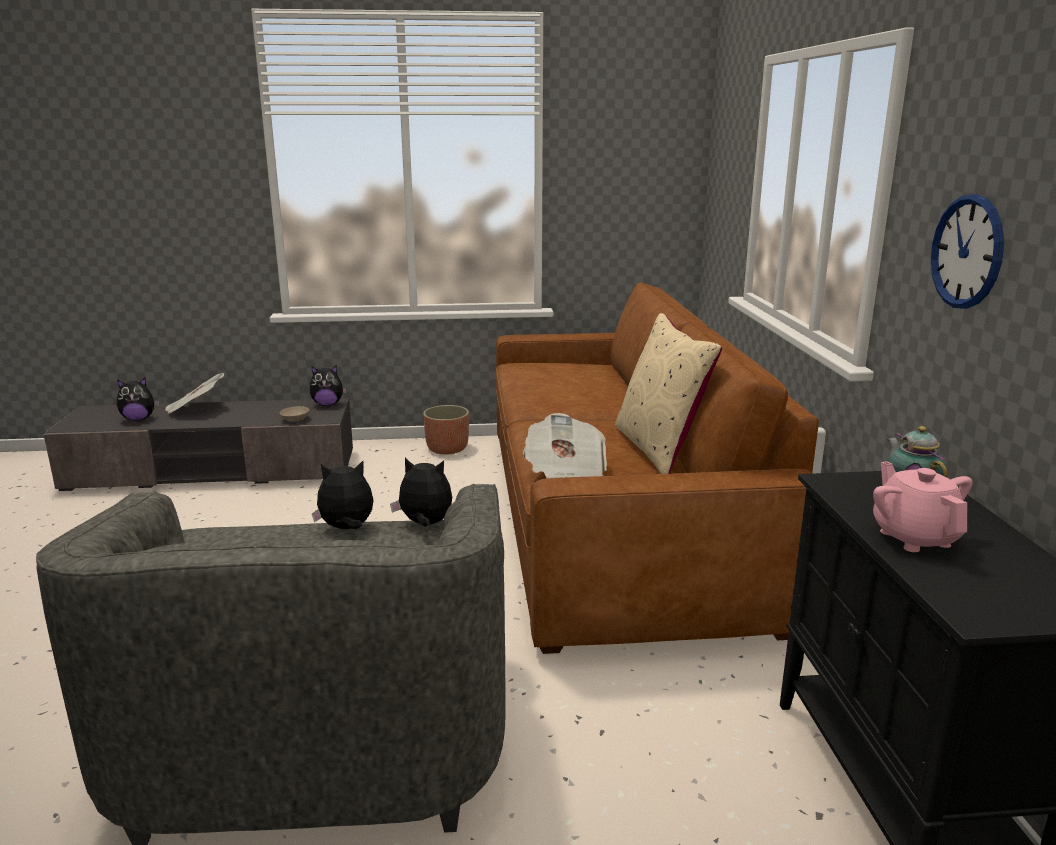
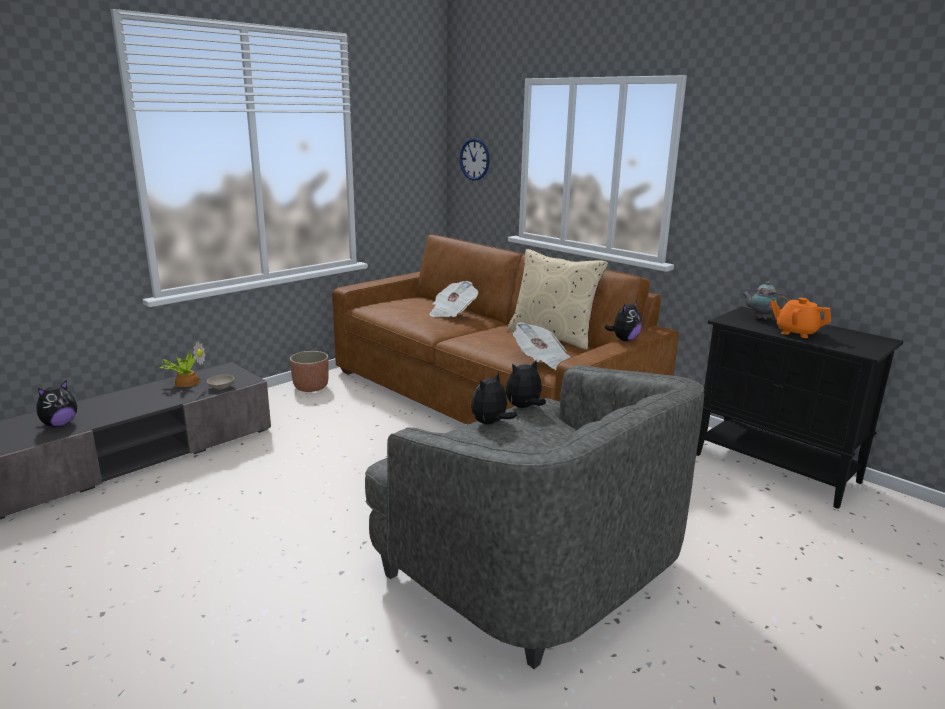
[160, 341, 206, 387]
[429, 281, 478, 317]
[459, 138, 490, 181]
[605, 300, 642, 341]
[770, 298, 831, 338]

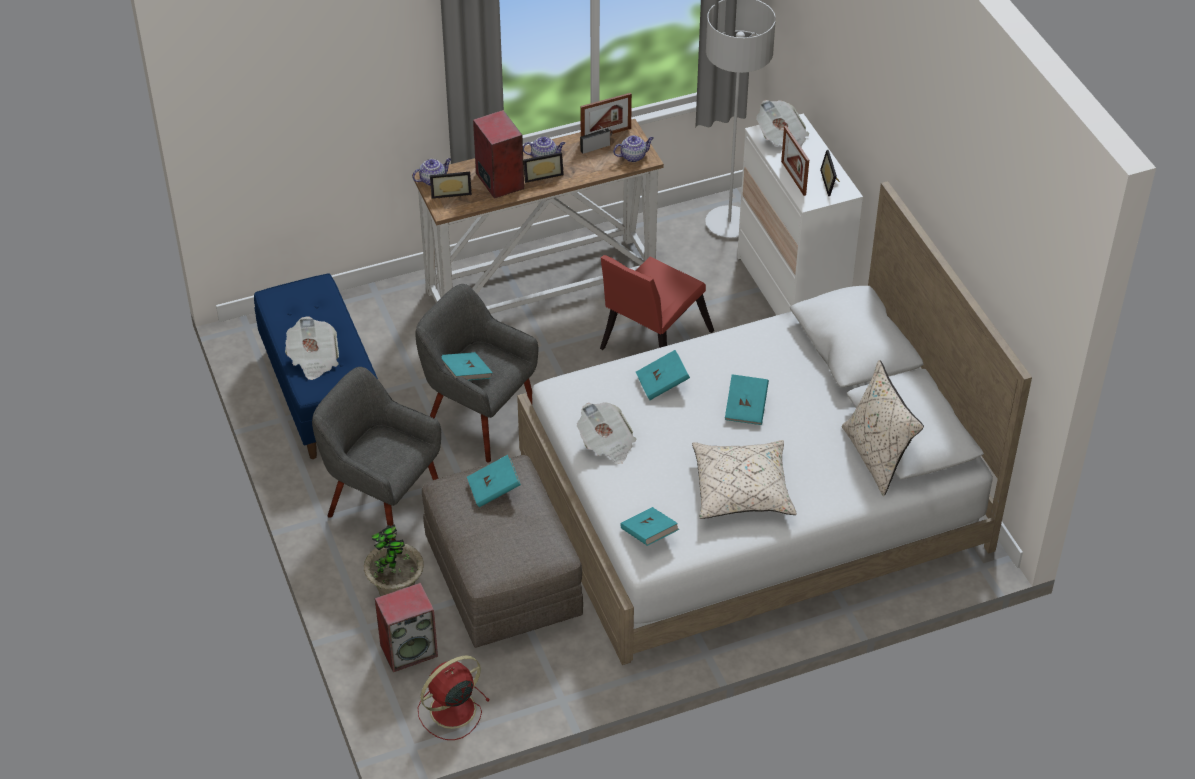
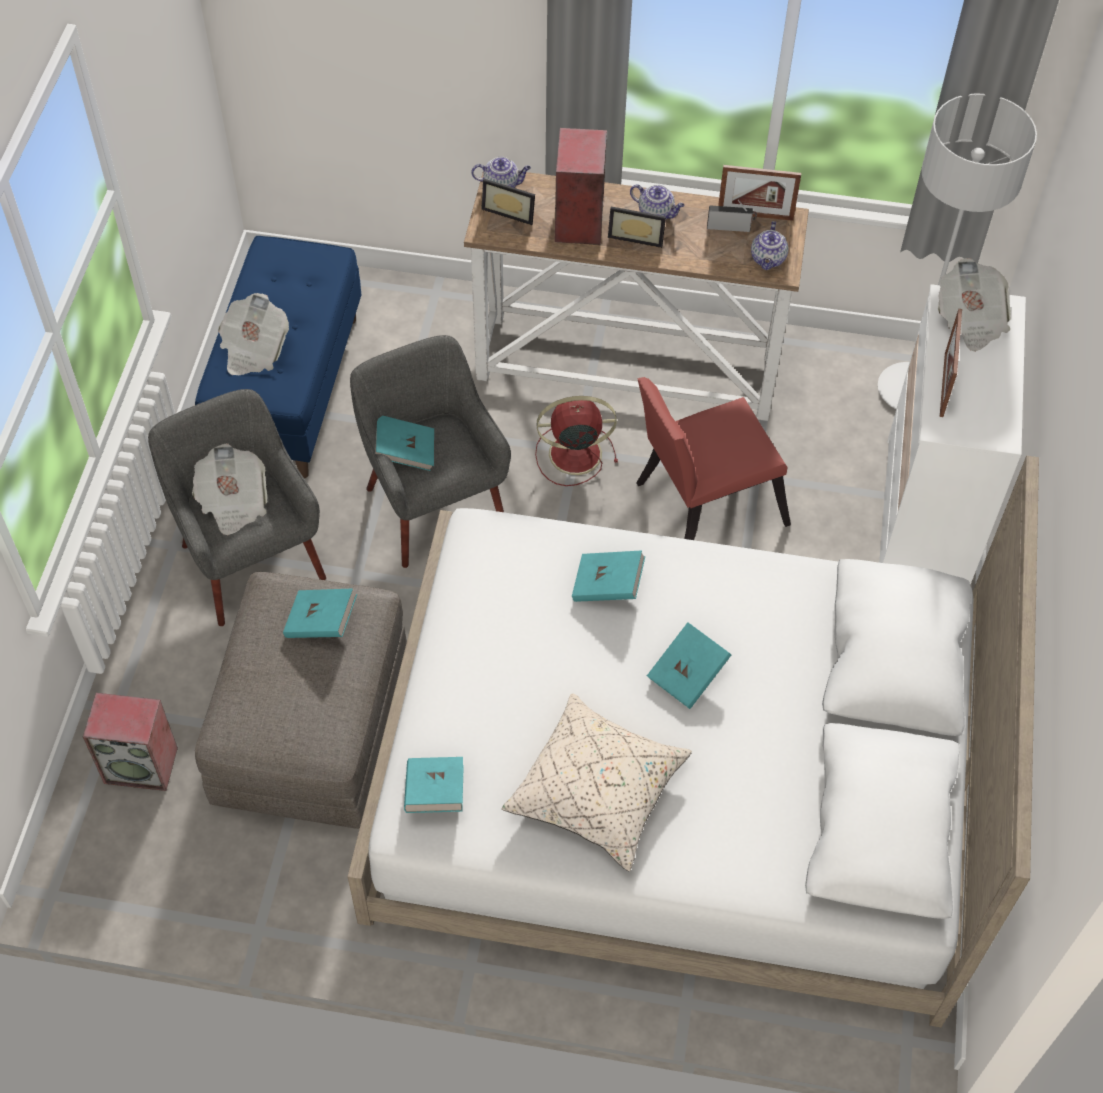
[192, 443, 267, 535]
[535, 396, 618, 486]
[751, 221, 788, 270]
[364, 524, 424, 596] (first image)
[820, 150, 840, 196] (first image)
[842, 360, 924, 496] (first image)

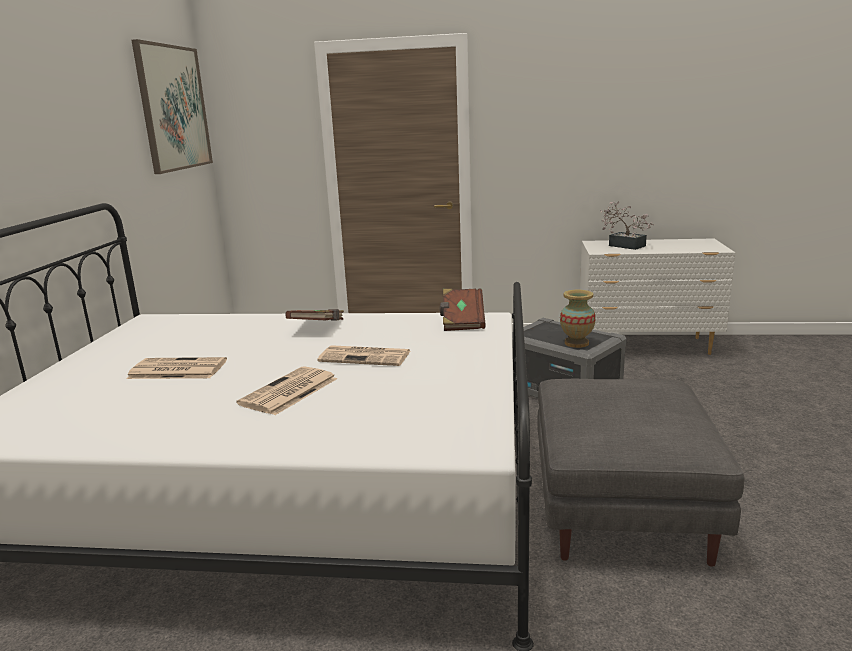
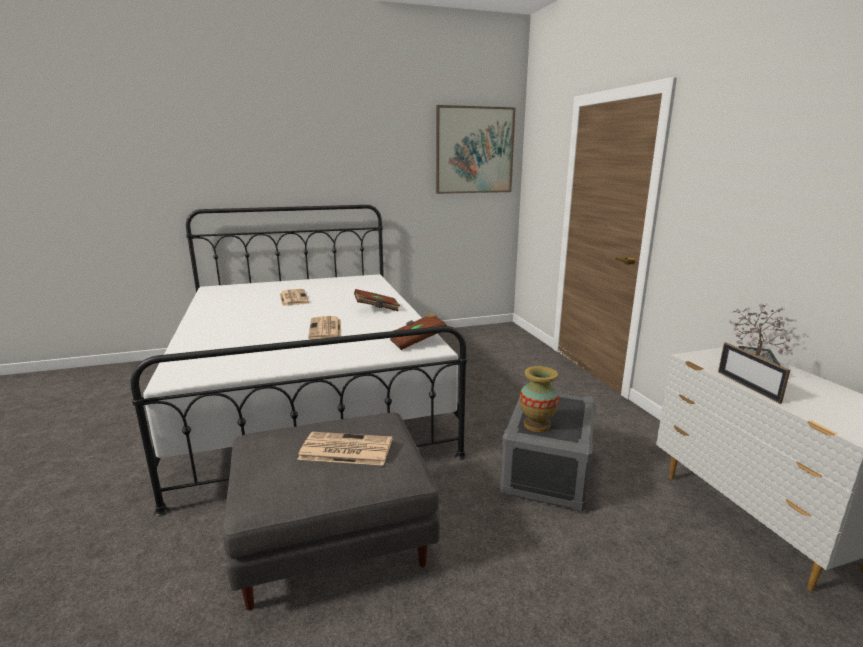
[297, 432, 392, 466]
[718, 342, 790, 404]

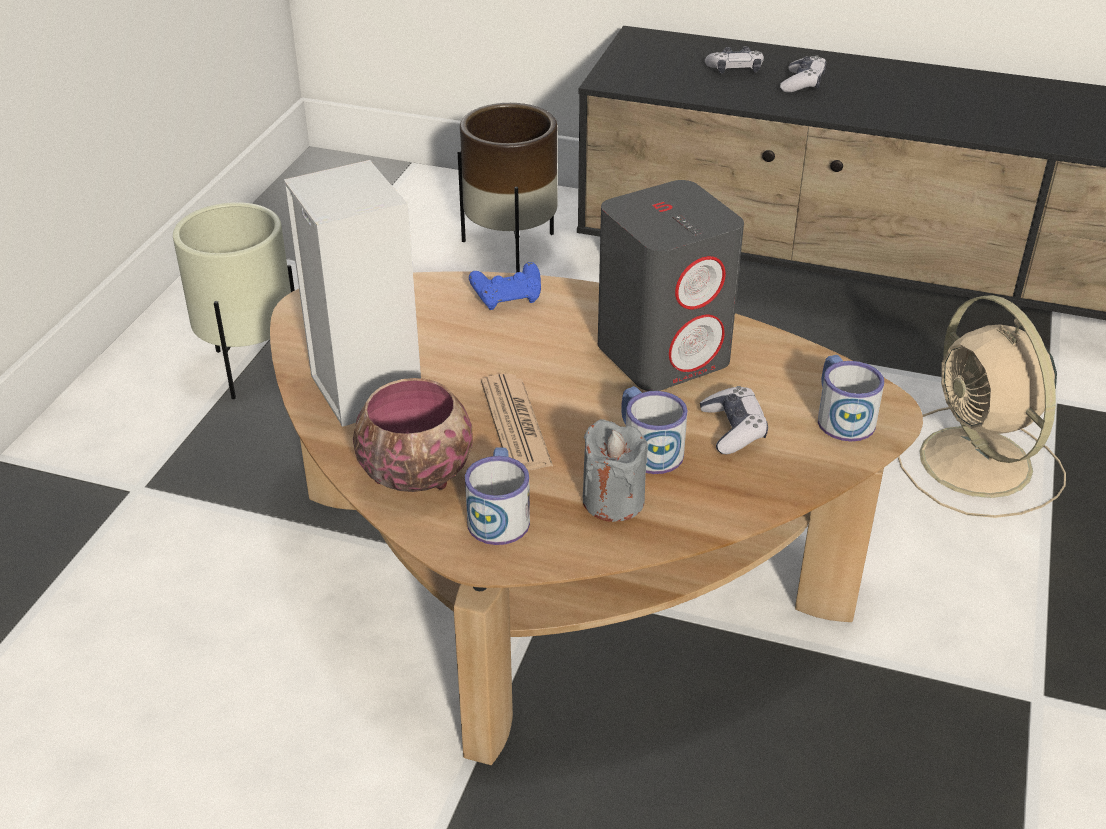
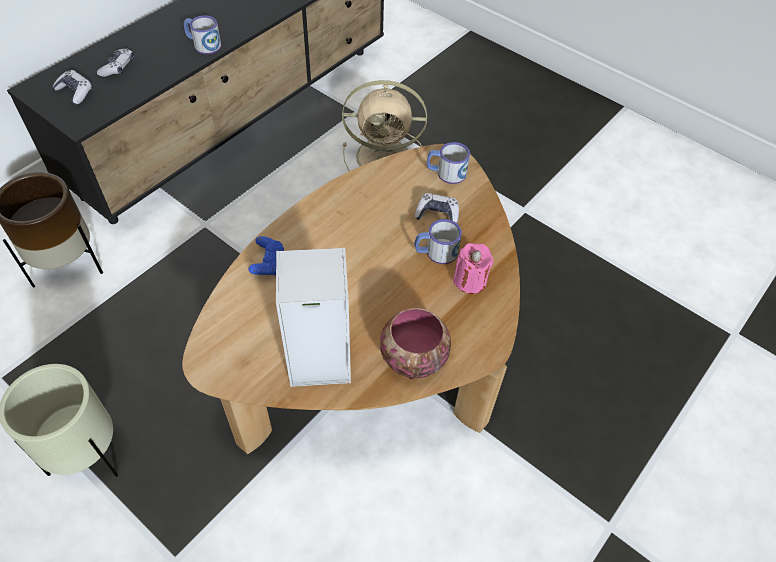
[52, 70, 92, 104]
[183, 16, 221, 54]
[453, 243, 493, 294]
[481, 374, 553, 471] (first image)
[598, 180, 744, 391] (first image)

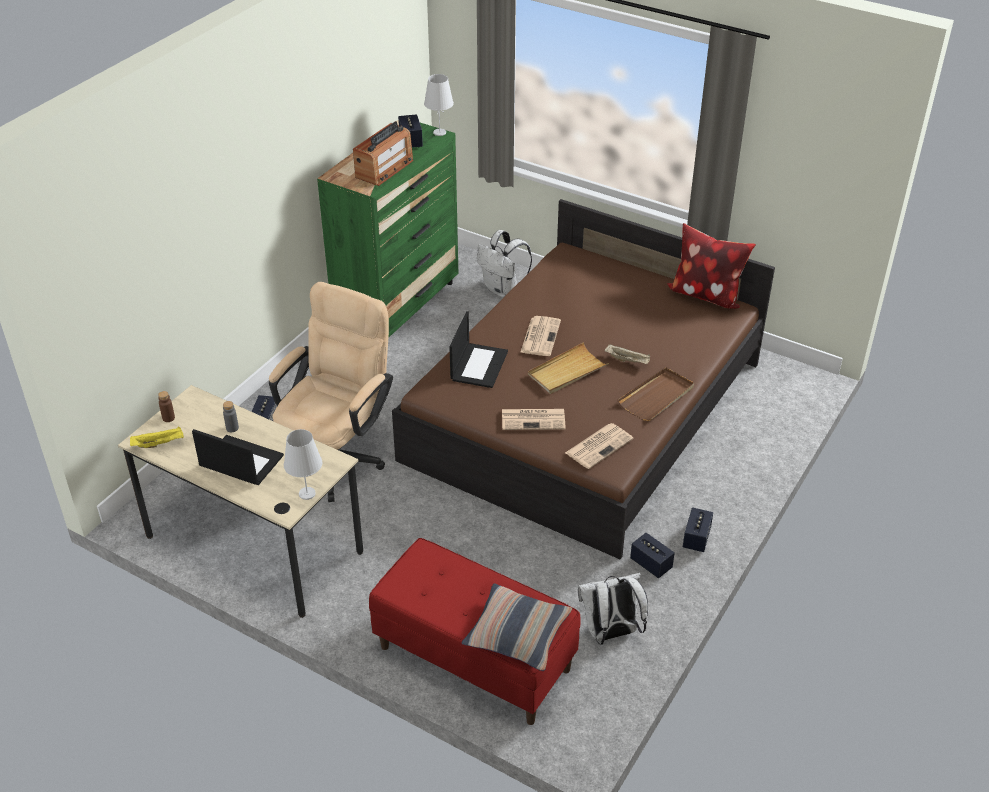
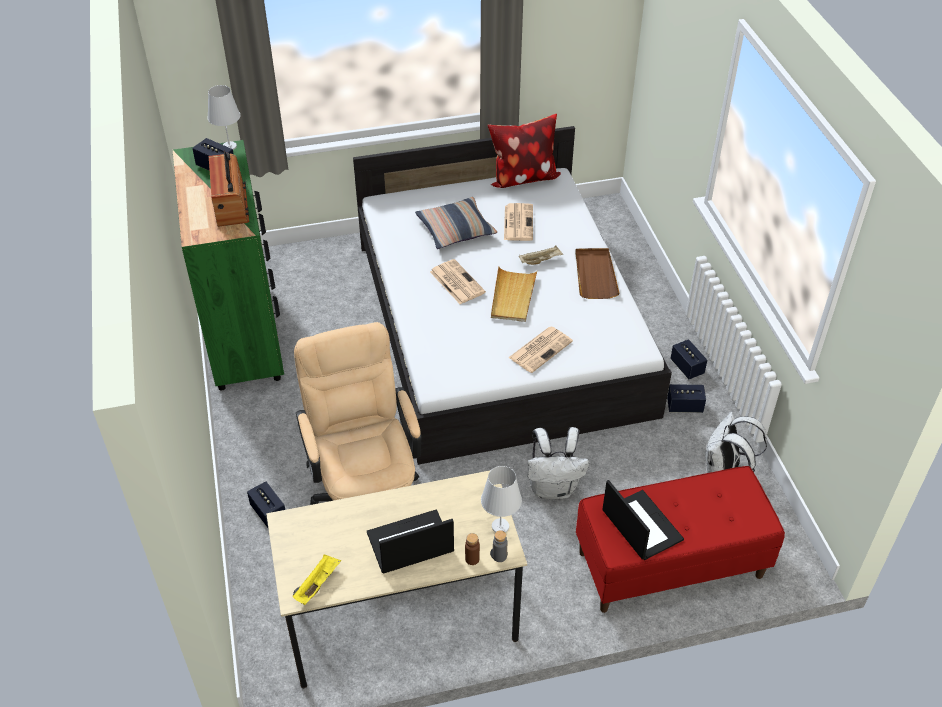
[353, 126, 672, 465]
[415, 197, 497, 249]
[465, 533, 480, 565]
[493, 530, 507, 562]
[504, 203, 533, 241]
[528, 427, 589, 499]
[602, 480, 684, 560]

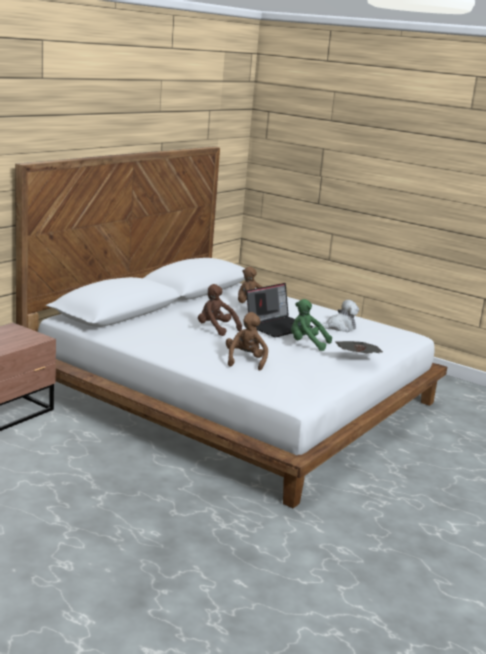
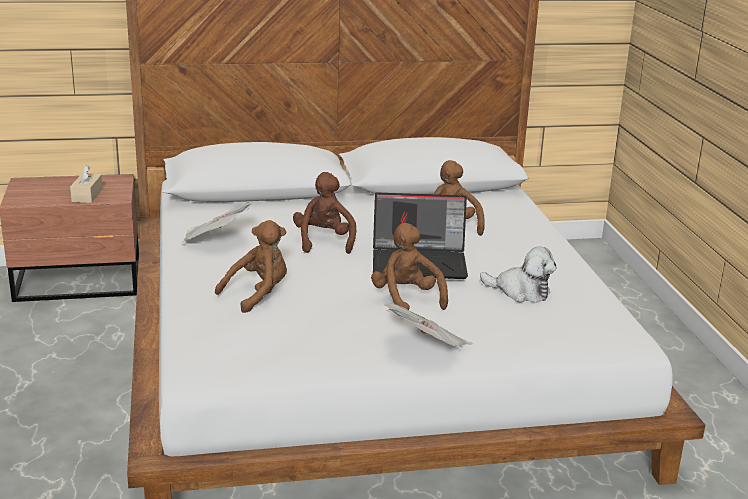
[70, 165, 103, 203]
[183, 202, 252, 242]
[371, 223, 448, 310]

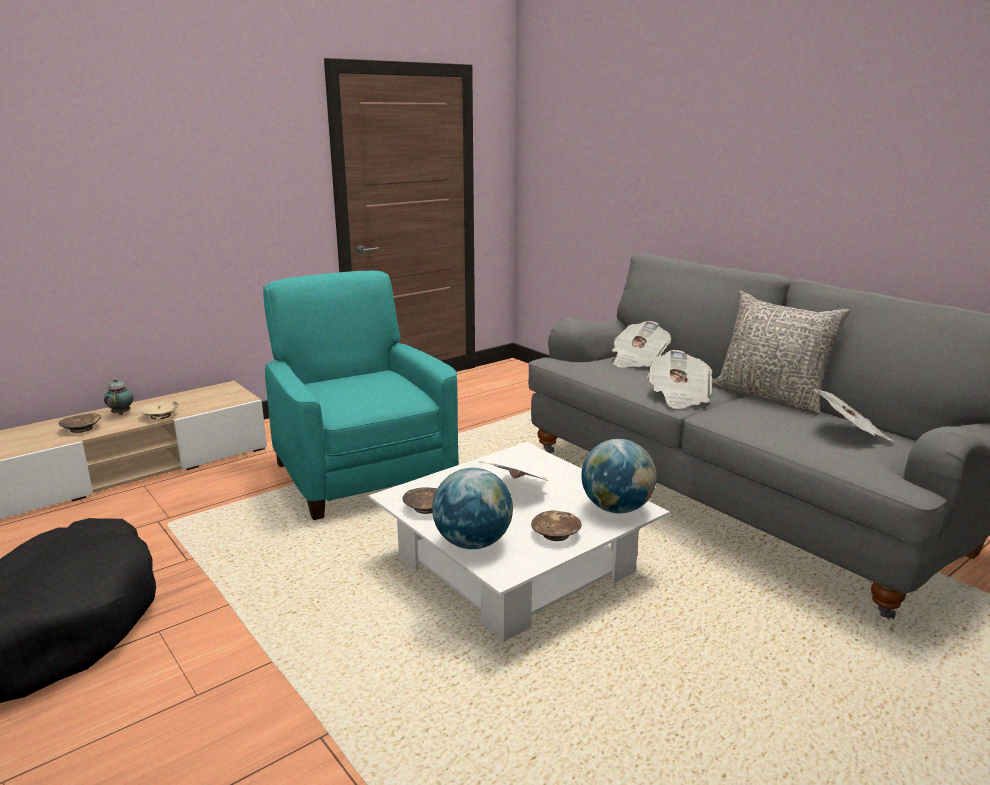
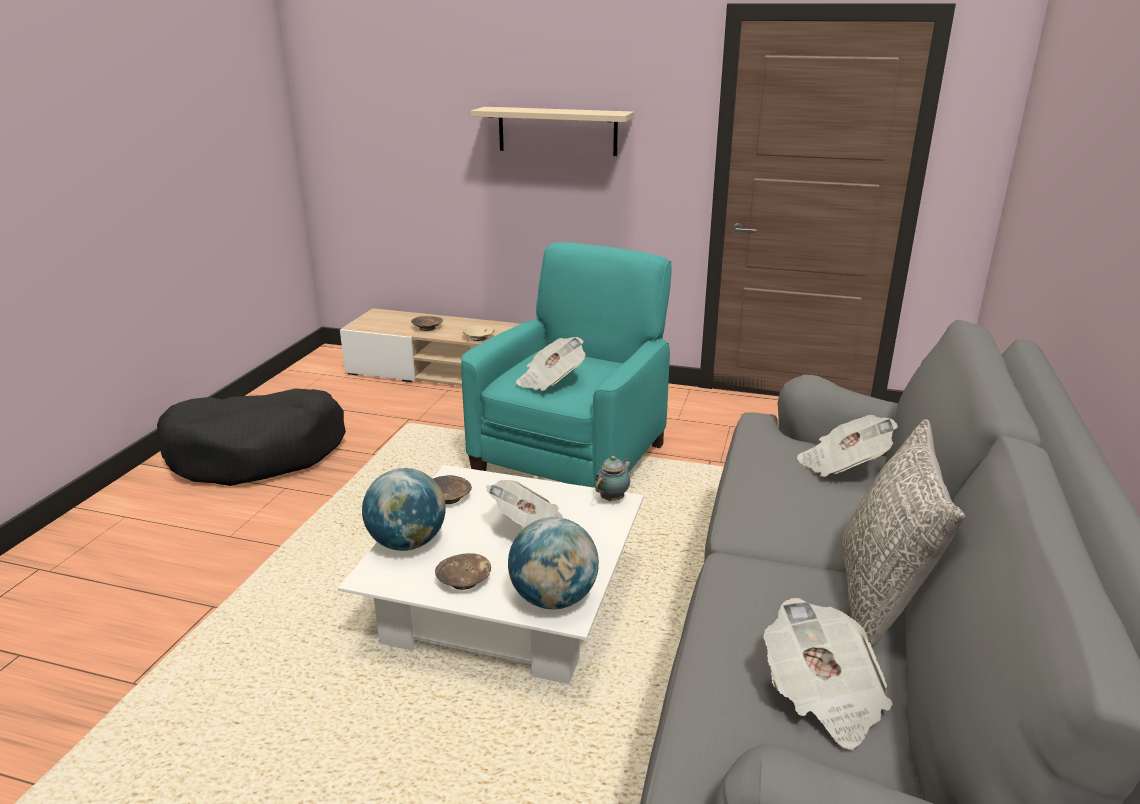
[471, 107, 634, 156]
[516, 337, 586, 391]
[595, 456, 632, 501]

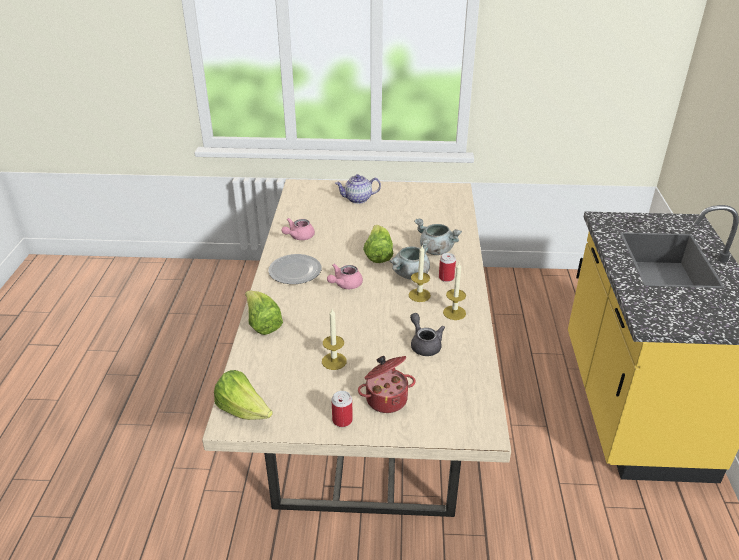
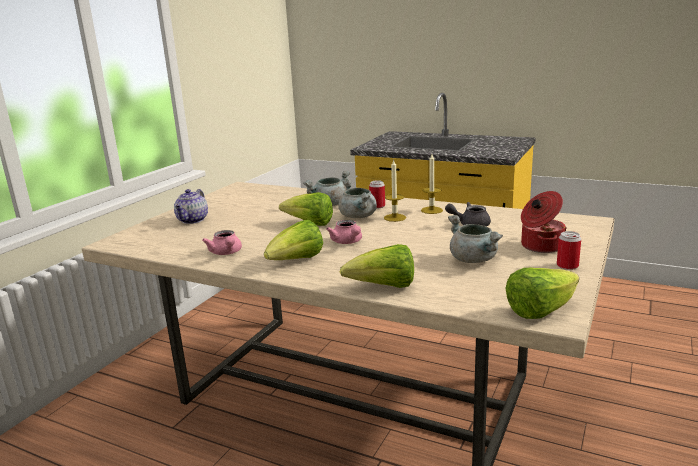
[264, 220, 323, 260]
[448, 215, 503, 263]

